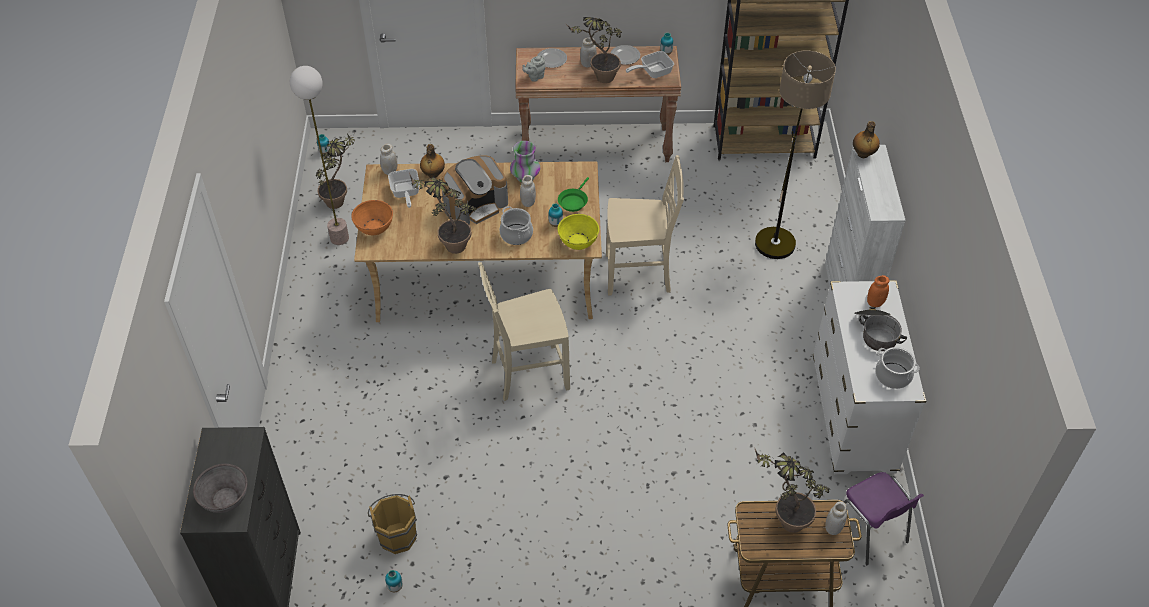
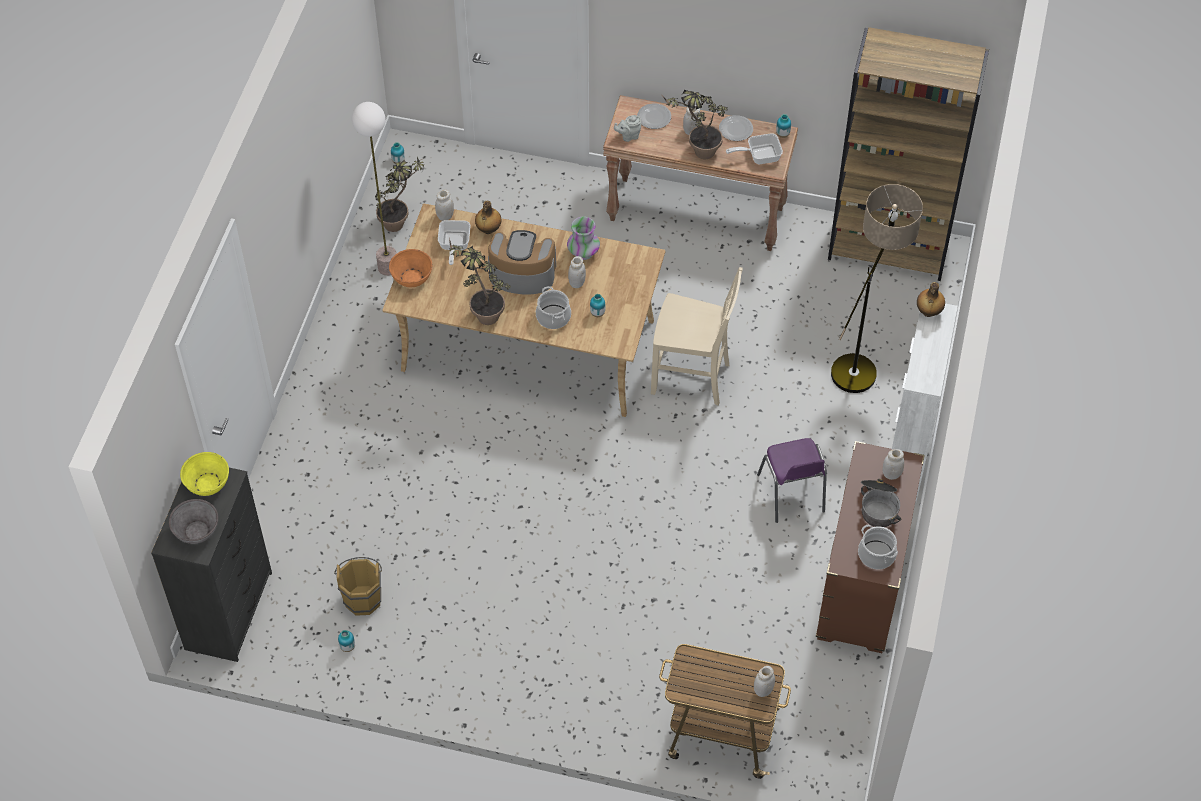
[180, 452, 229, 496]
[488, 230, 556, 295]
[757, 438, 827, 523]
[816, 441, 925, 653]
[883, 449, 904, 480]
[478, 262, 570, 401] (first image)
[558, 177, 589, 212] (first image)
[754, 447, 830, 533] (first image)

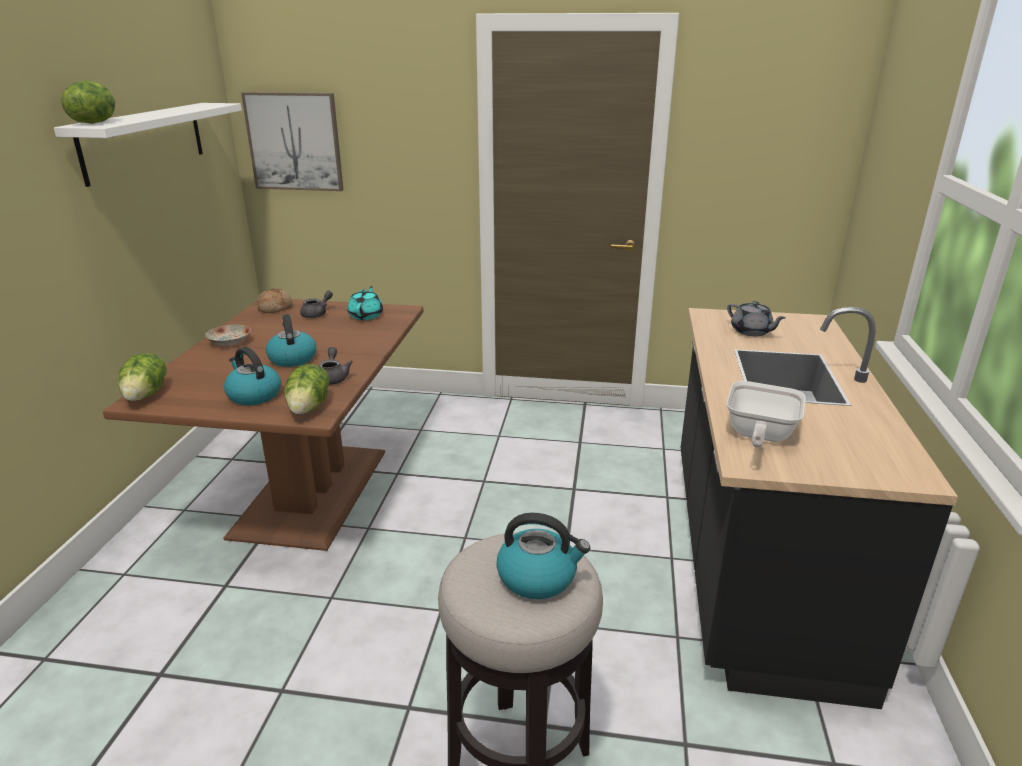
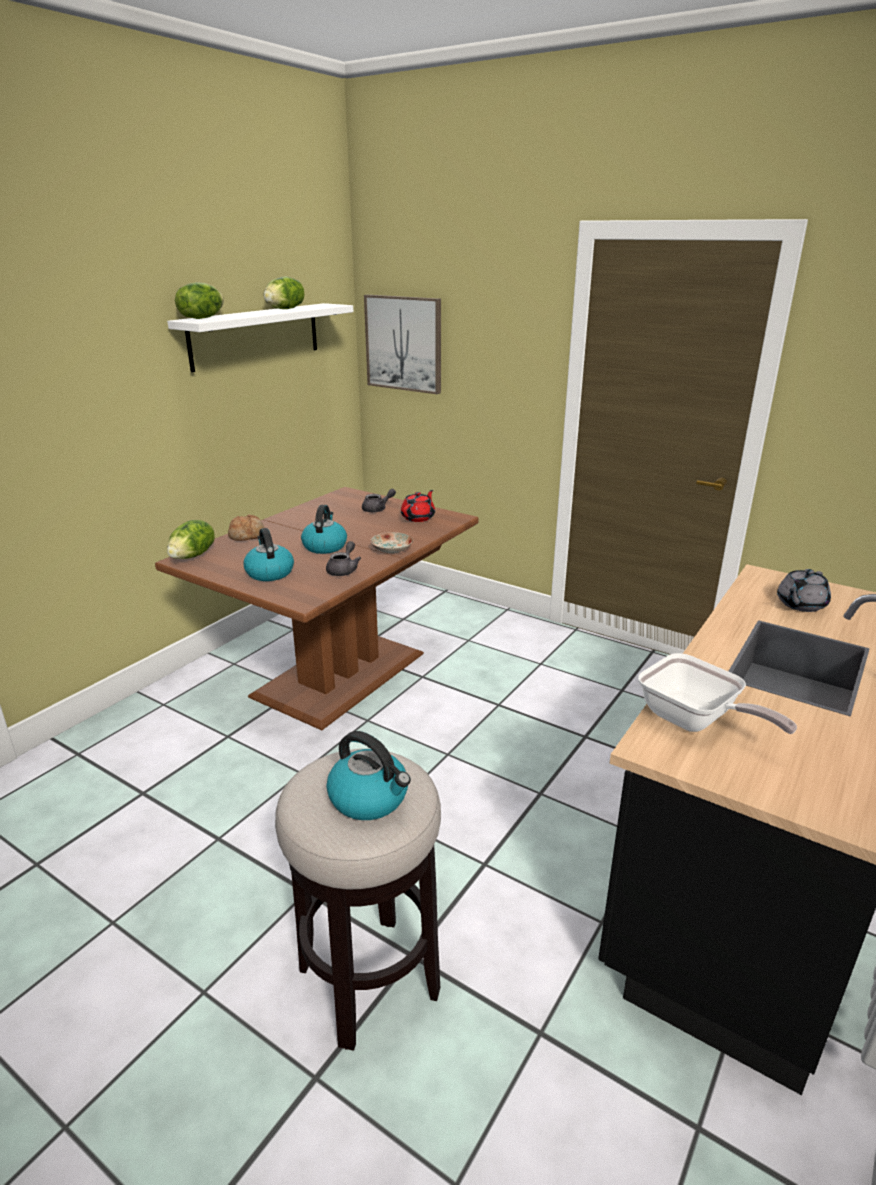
[228, 514, 265, 541]
[264, 277, 304, 309]
[370, 532, 413, 554]
[401, 490, 435, 522]
[638, 653, 797, 734]
[777, 569, 831, 612]

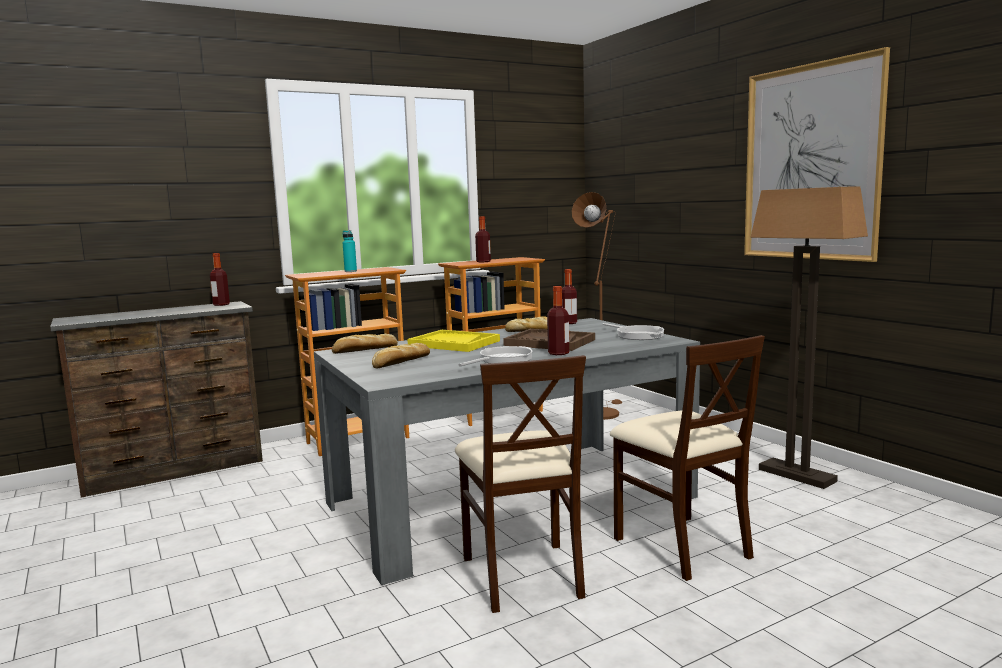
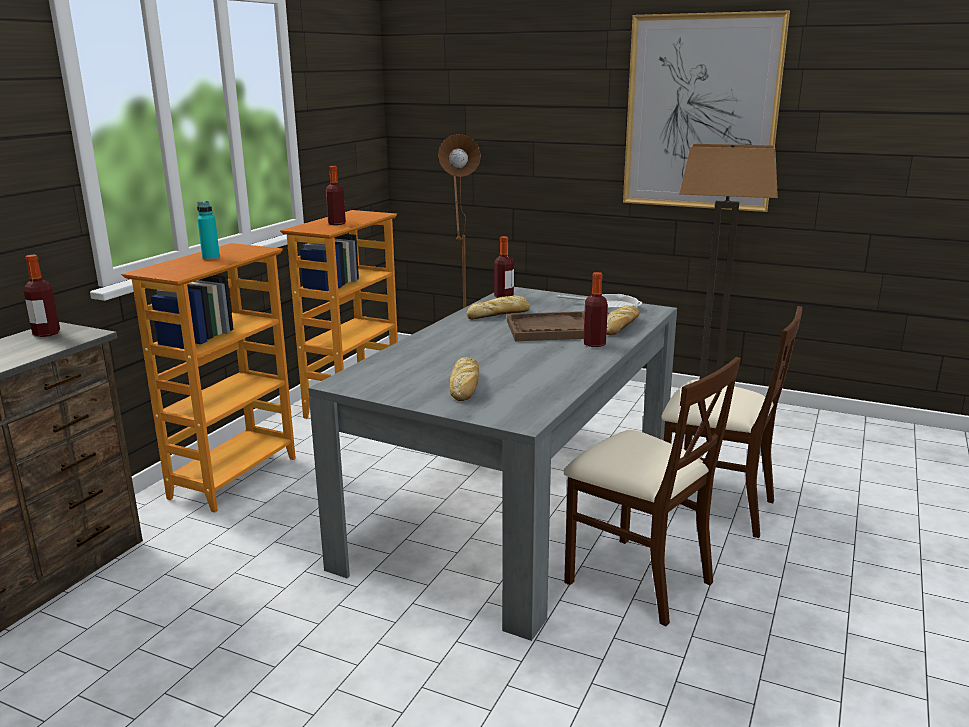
[606, 305, 640, 335]
[407, 330, 500, 352] (first image)
[459, 346, 533, 367] (first image)

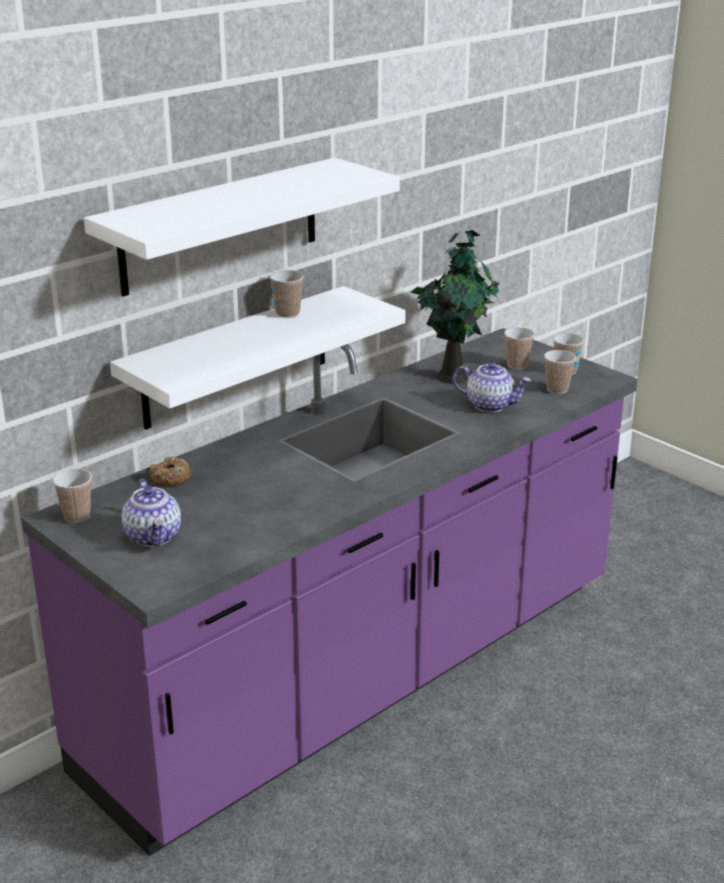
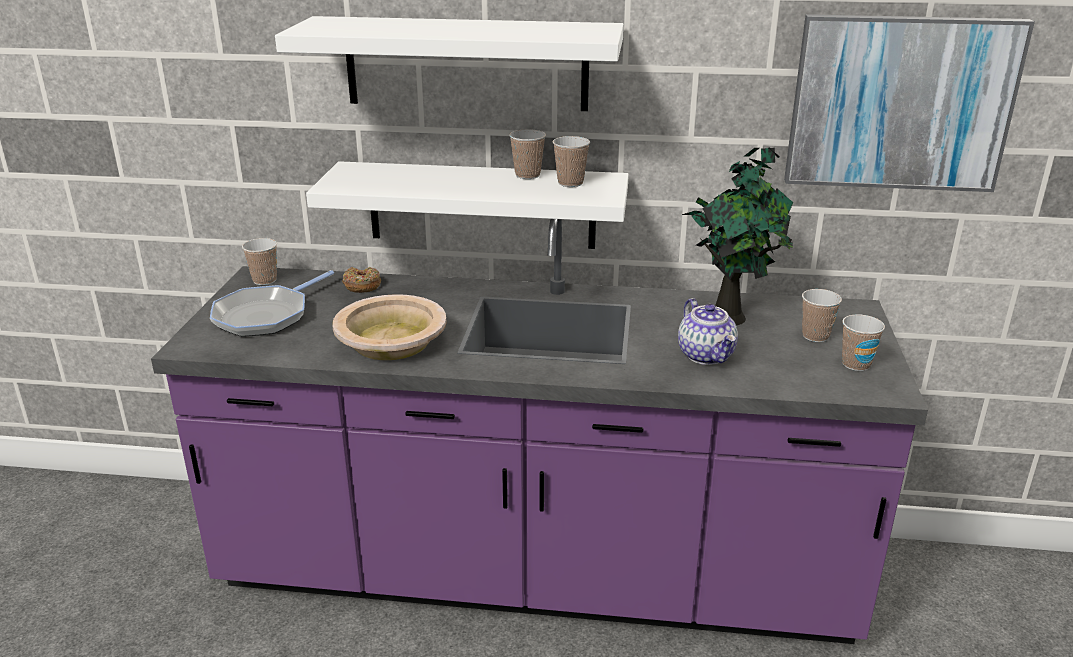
[210, 270, 334, 337]
[332, 294, 447, 360]
[553, 136, 590, 187]
[784, 14, 1035, 192]

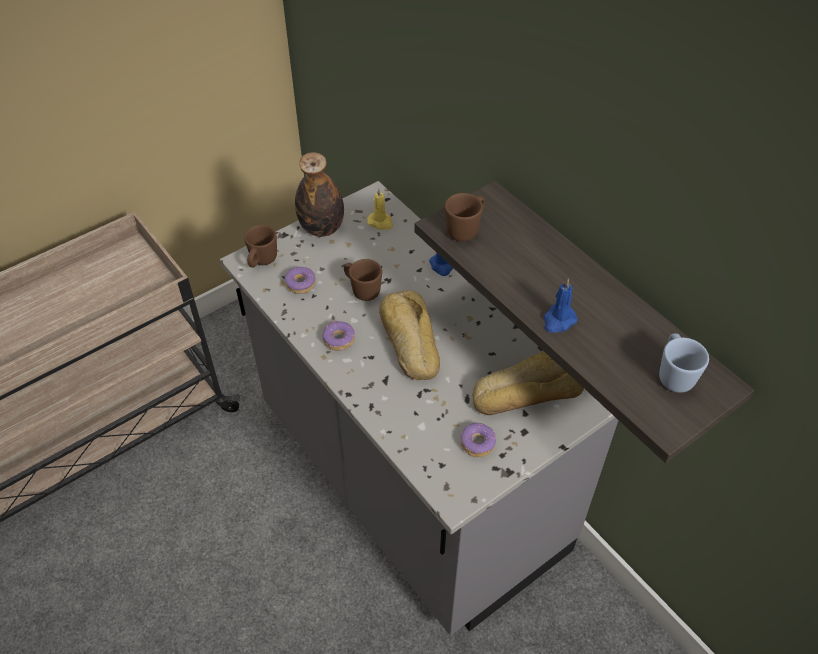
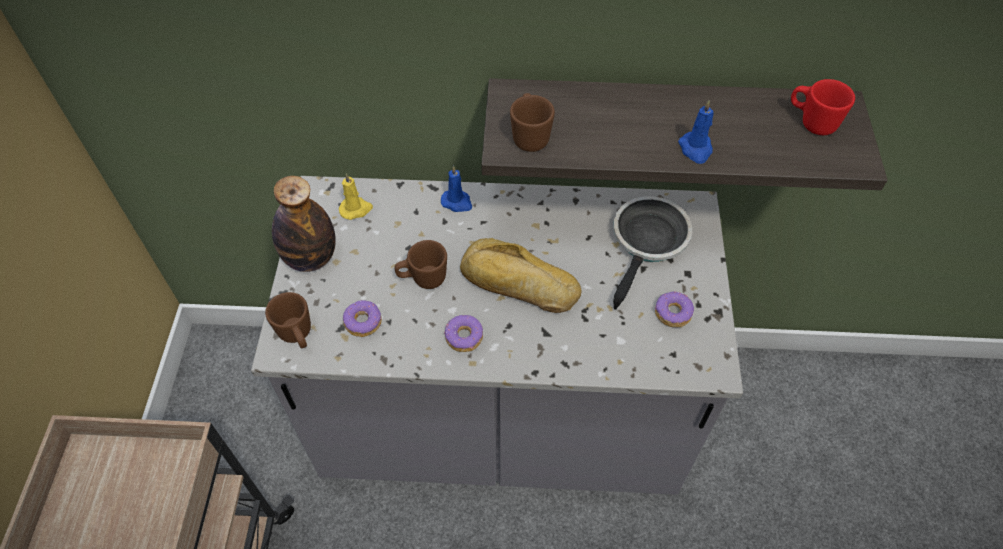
[613, 196, 692, 310]
[791, 79, 855, 135]

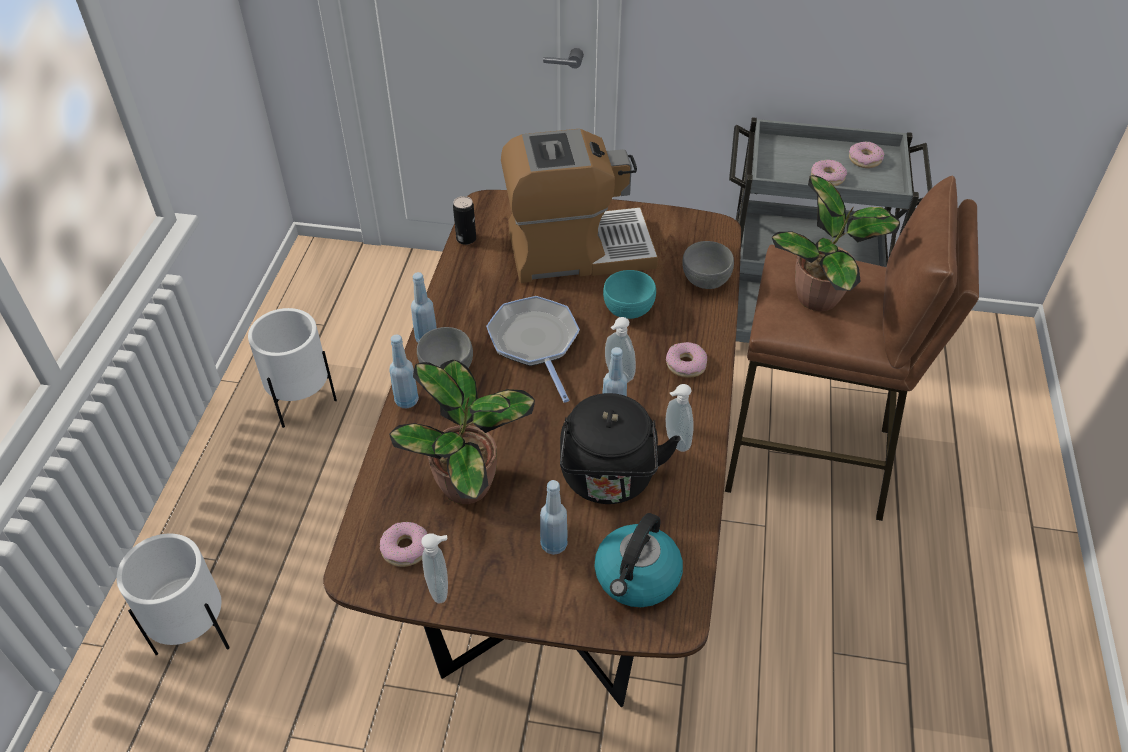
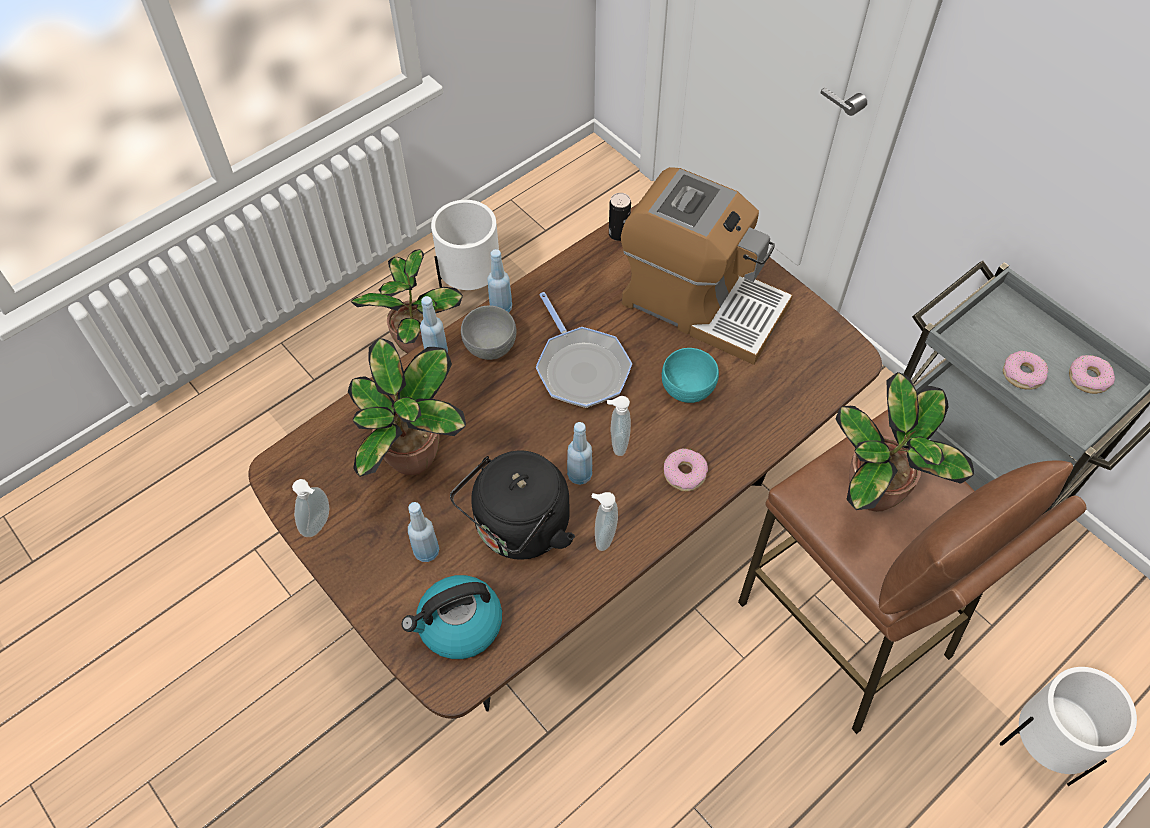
[351, 249, 463, 353]
[536, 292, 632, 408]
[1000, 667, 1137, 786]
[380, 522, 427, 567] (first image)
[682, 241, 734, 289] (first image)

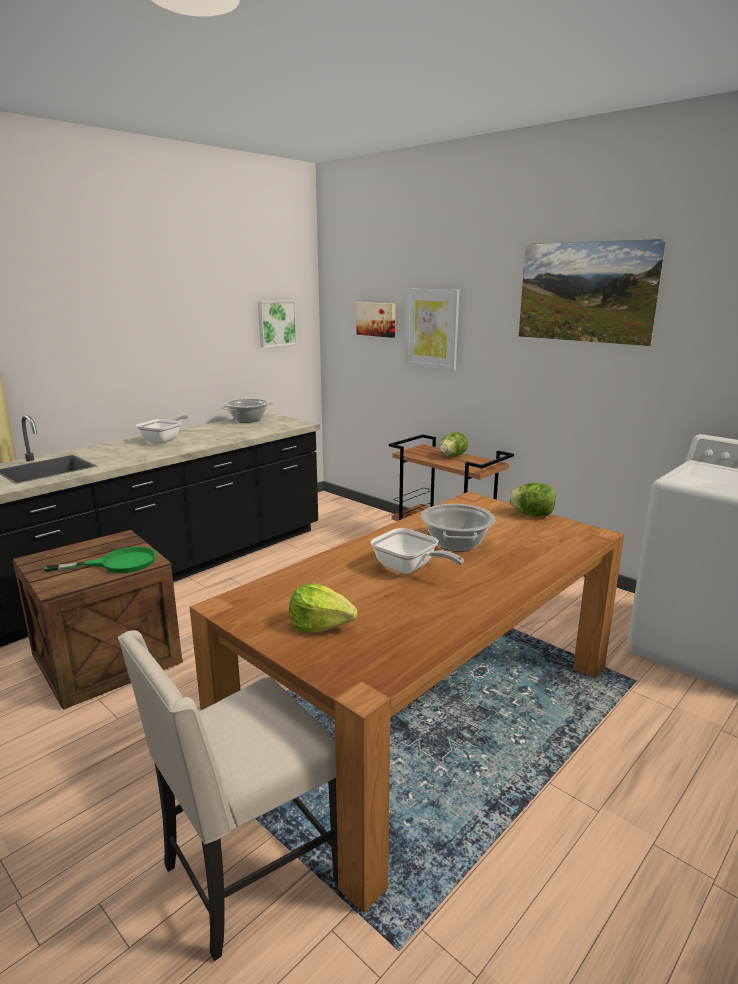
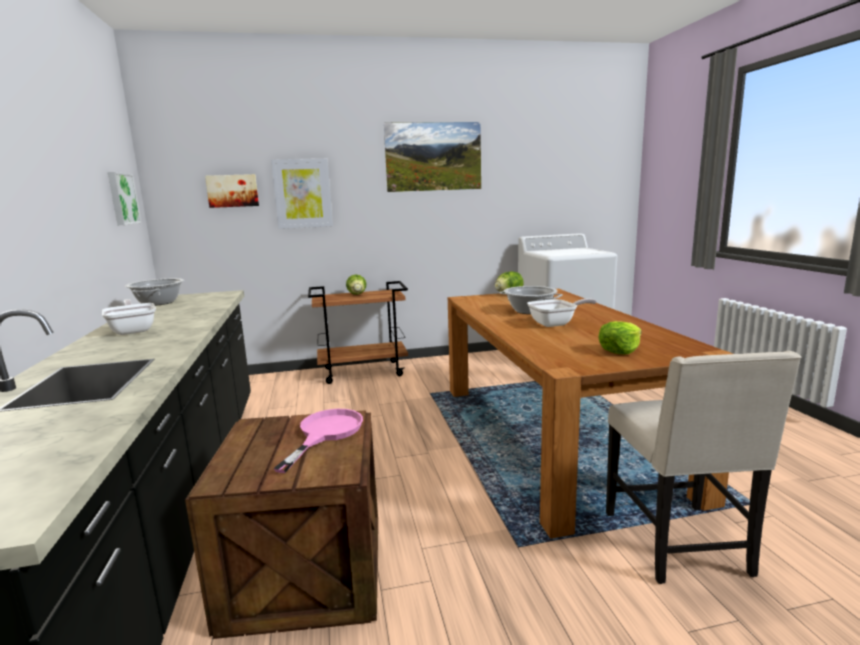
[273, 409, 363, 473]

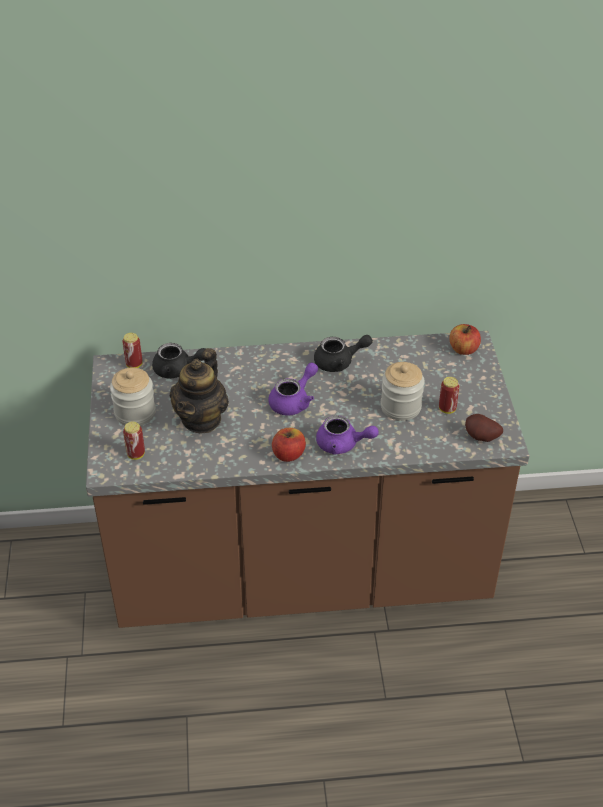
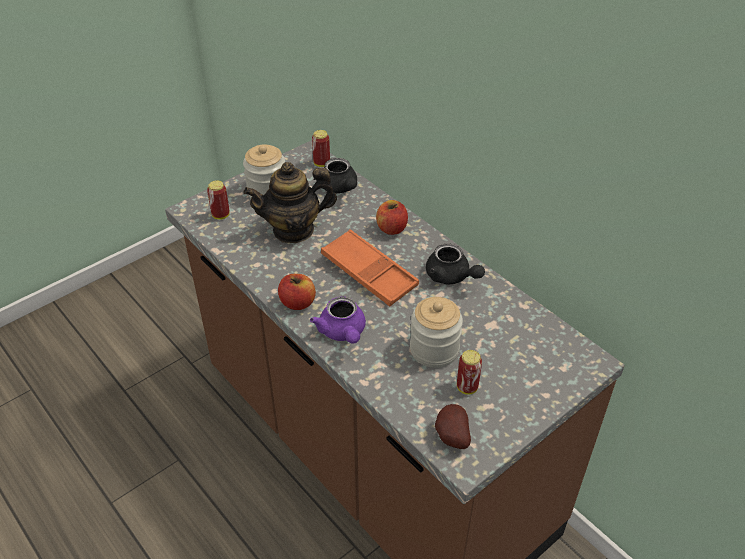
[321, 229, 419, 307]
[376, 200, 408, 235]

